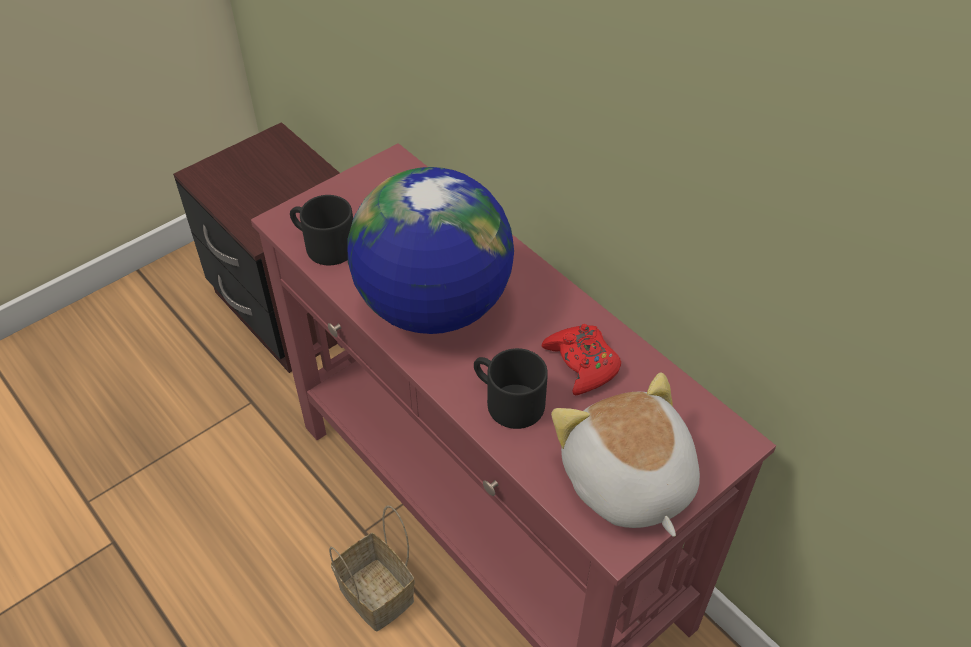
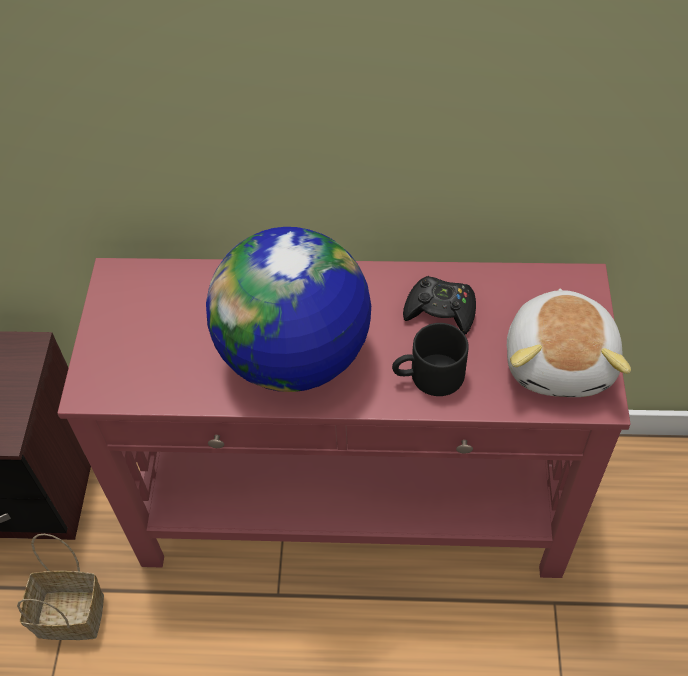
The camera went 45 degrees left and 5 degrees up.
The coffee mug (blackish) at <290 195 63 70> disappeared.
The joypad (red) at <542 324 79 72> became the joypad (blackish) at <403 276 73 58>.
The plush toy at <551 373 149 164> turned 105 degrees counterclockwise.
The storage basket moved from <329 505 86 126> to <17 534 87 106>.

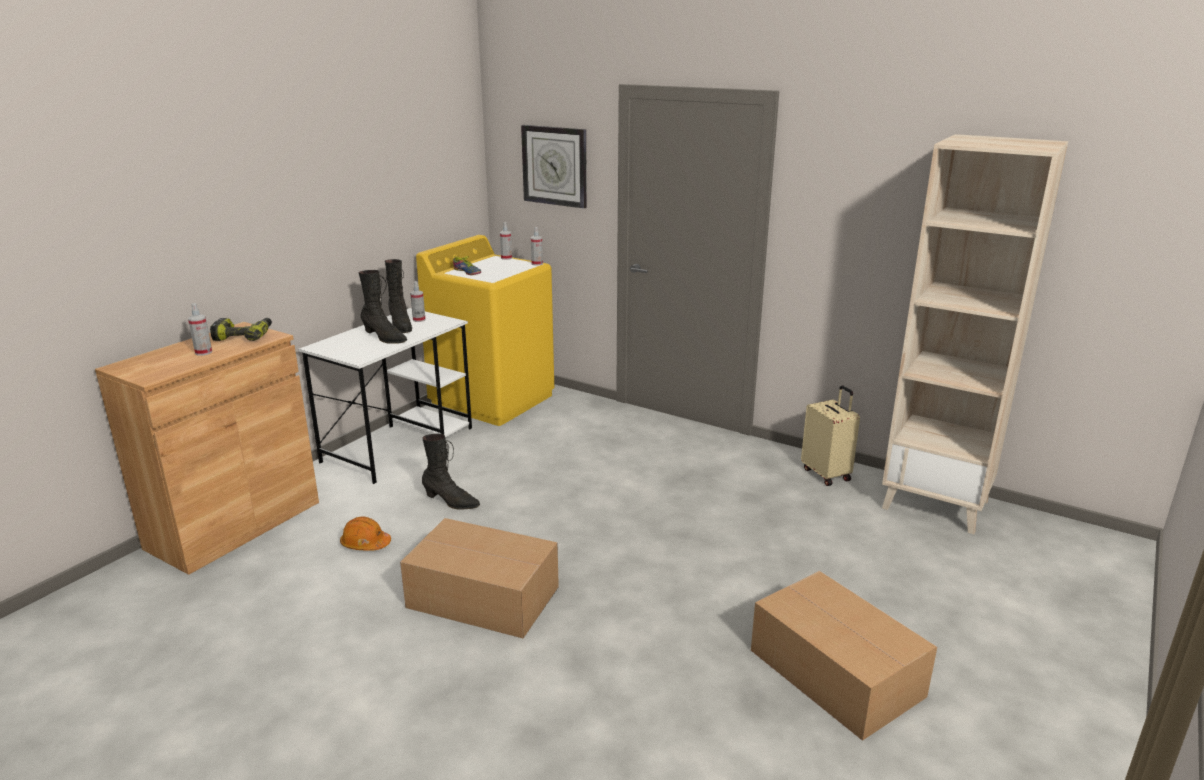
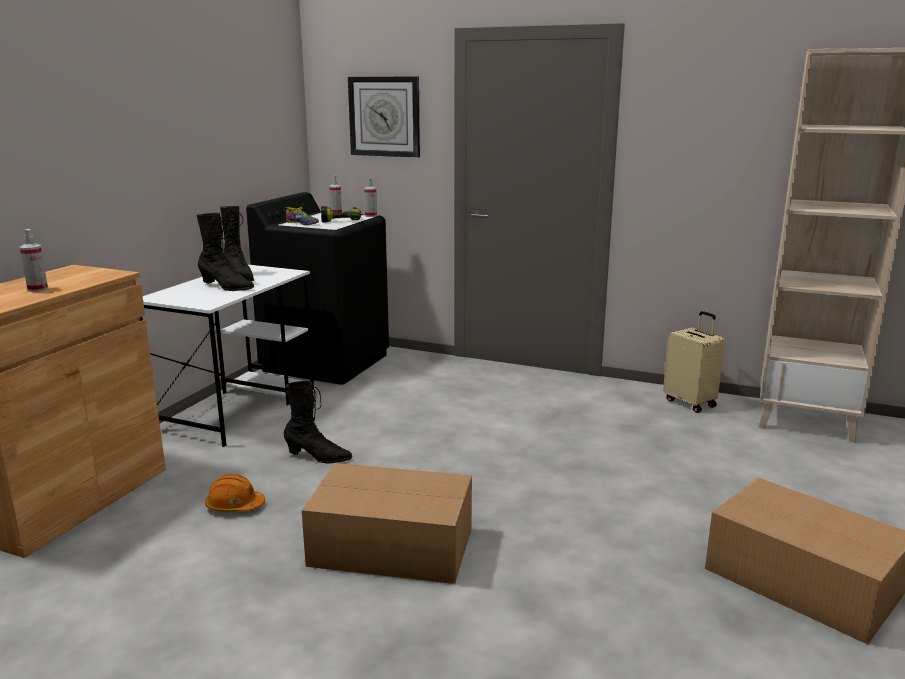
The camera went 10 degrees left and 5 degrees down.
The laundry appliance (yellow-coloured) at <416 235 138 191> became the laundry appliance (blackish) at <246 192 143 193>.
The hand sprayer at <410 281 16 41> disappeared.
The drill moved from <210 318 62 23> to <321 206 40 16>.

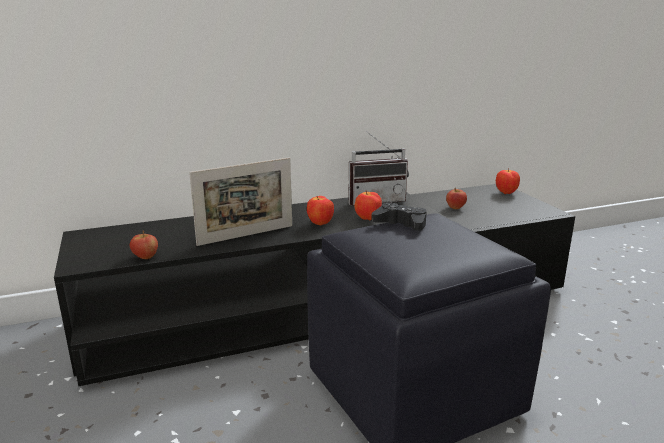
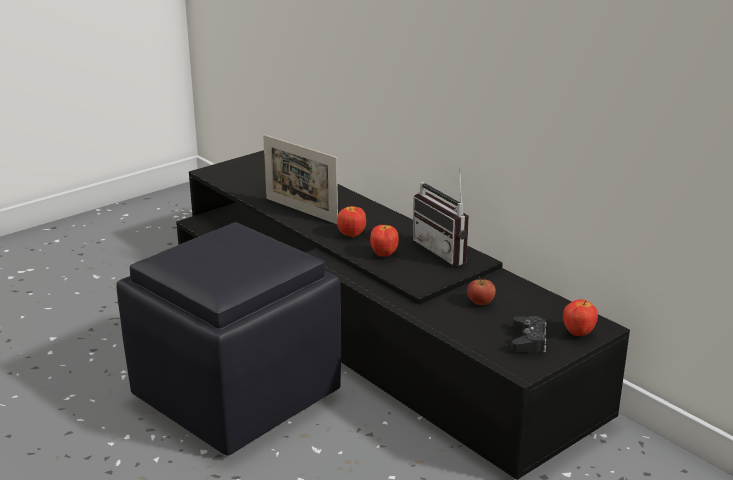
The camera went 70 degrees right and 5 degrees up.
The joypad (blackish) moved from <371 202 56 29> to <511 316 35 38>.
The apple fruit at <130 230 28 29> disappeared.

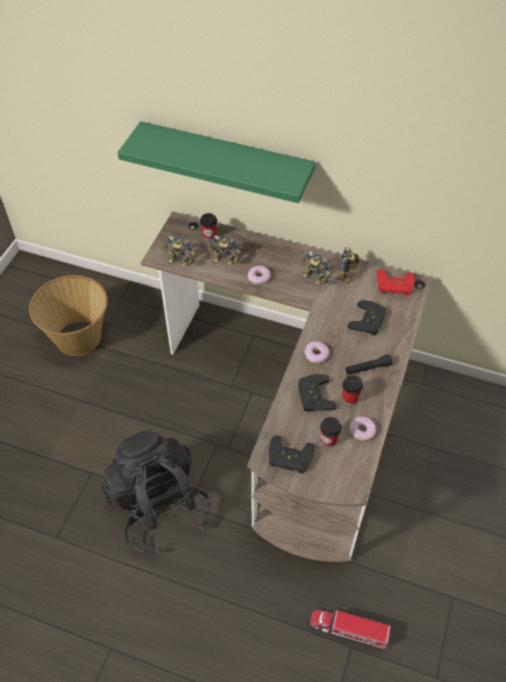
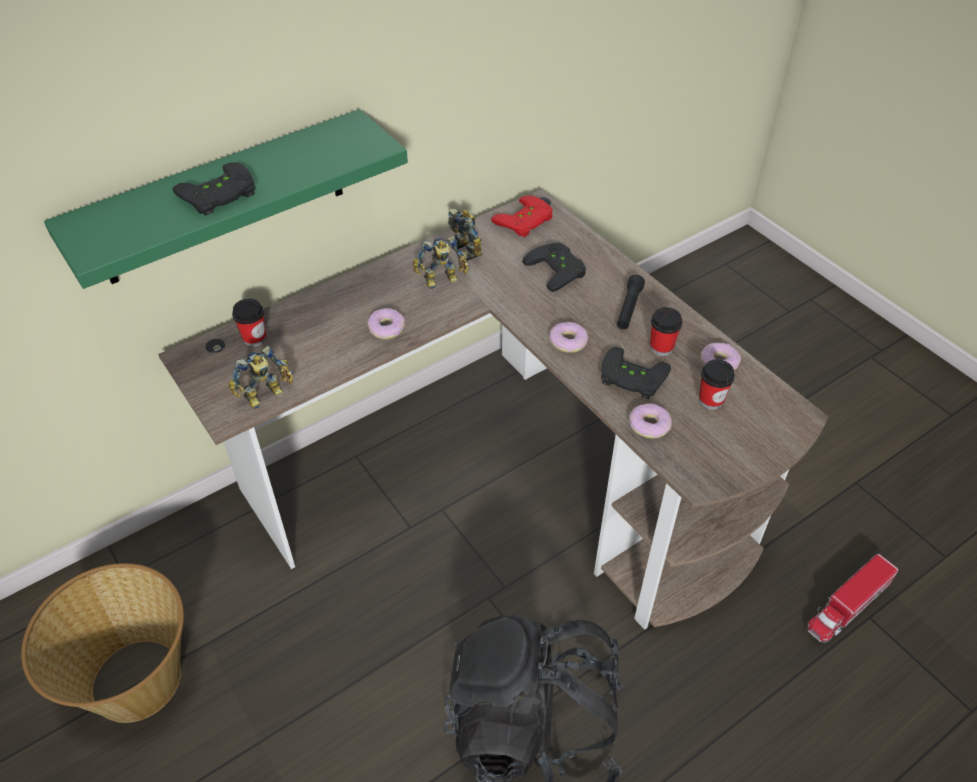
The camera went 55 degrees left and 5 degrees down.
The model robot at <207 235 34 30> disappeared.
The joypad (blackish) moved from <269 435 46 39> to <173 162 82 54>.
The donut at <629 403 43 35> appeared.

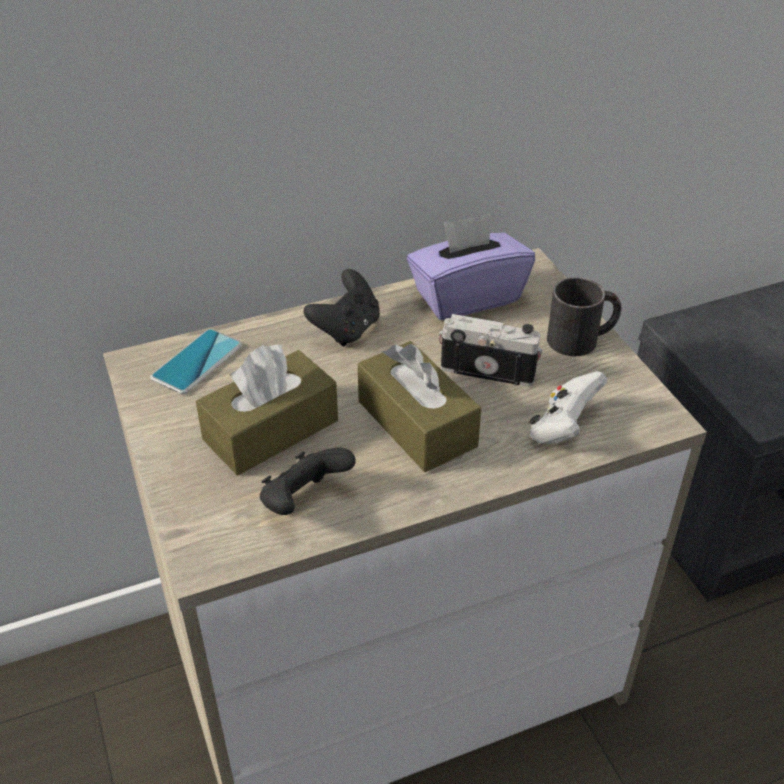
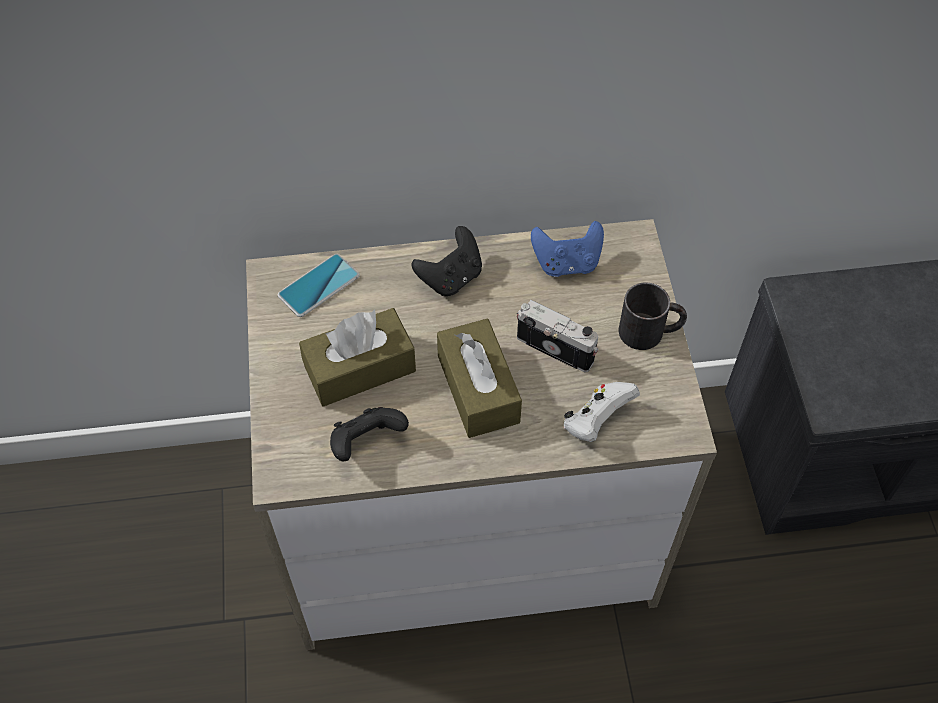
The camera went 15 degrees right and 15 degrees up.
The tissue holder (purple) at <407 214 128 106> was replaced by the joypad (bluish) at <531 221 73 56>.

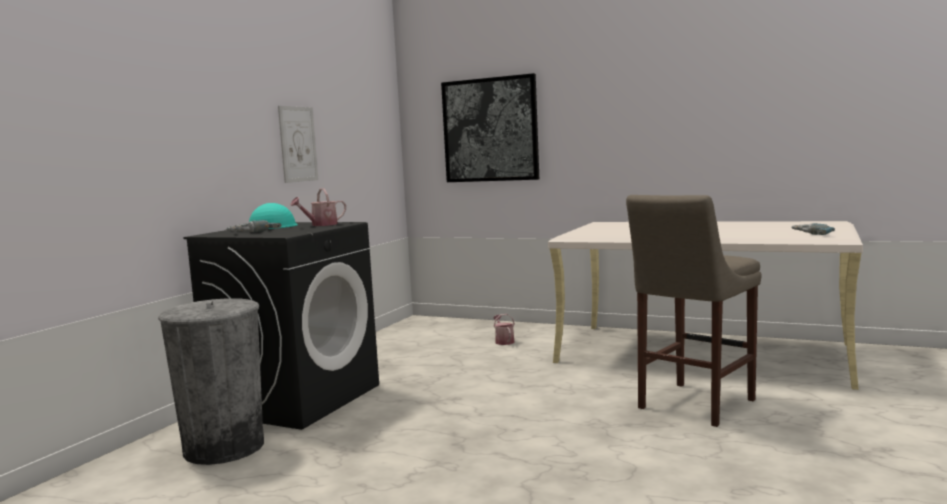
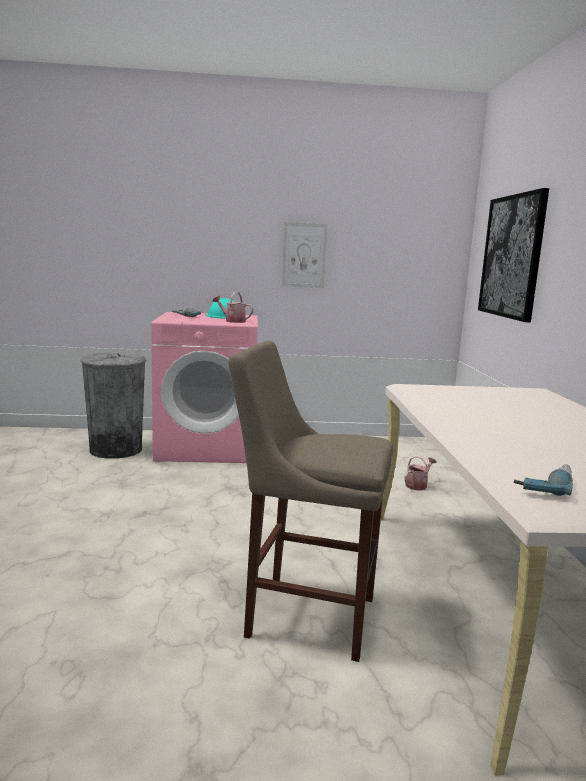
The camera went 60 degrees right and 5 degrees up.
The laundry appliance (blackish) at <183 222 196 208> became the laundry appliance (pink) at <151 312 107 151>.

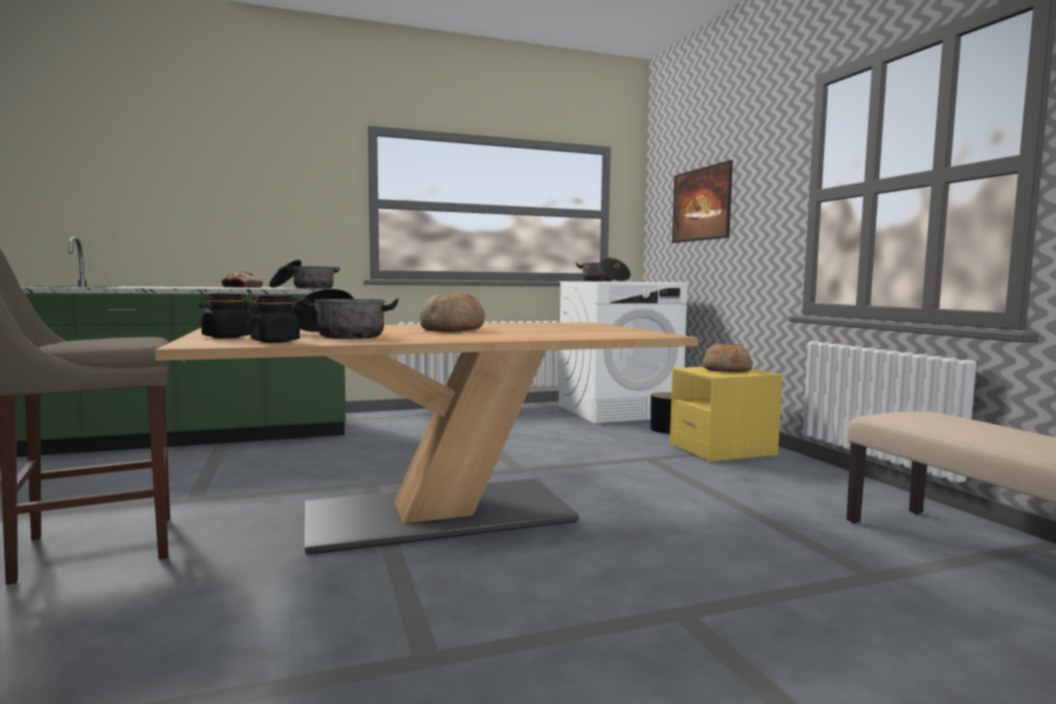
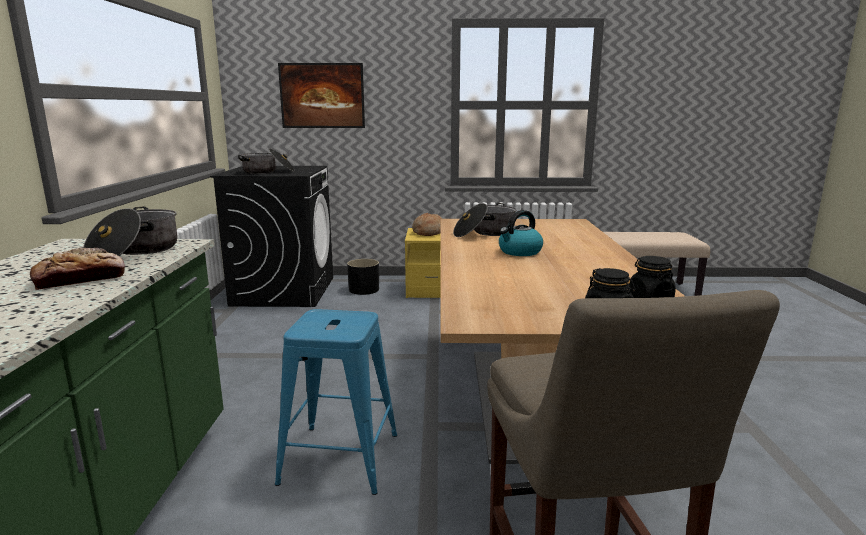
The camera went 70 degrees left and 10 degrees up.
The laundry appliance (white-coloured) at <559 281 129 142> became the laundry appliance (blackish) at <210 166 123 141>.
The cooking pot moved from <292 288 107 51> to <453 203 64 34>.
The baked bread at <420 293 65 39> was replaced by the water kettle at <499 210 44 46>.
The stool (bluish) at <275 309 122 186> appeared.

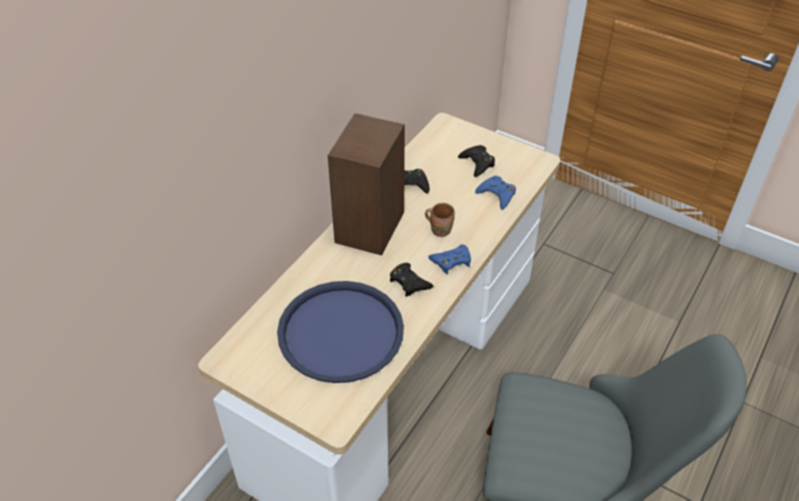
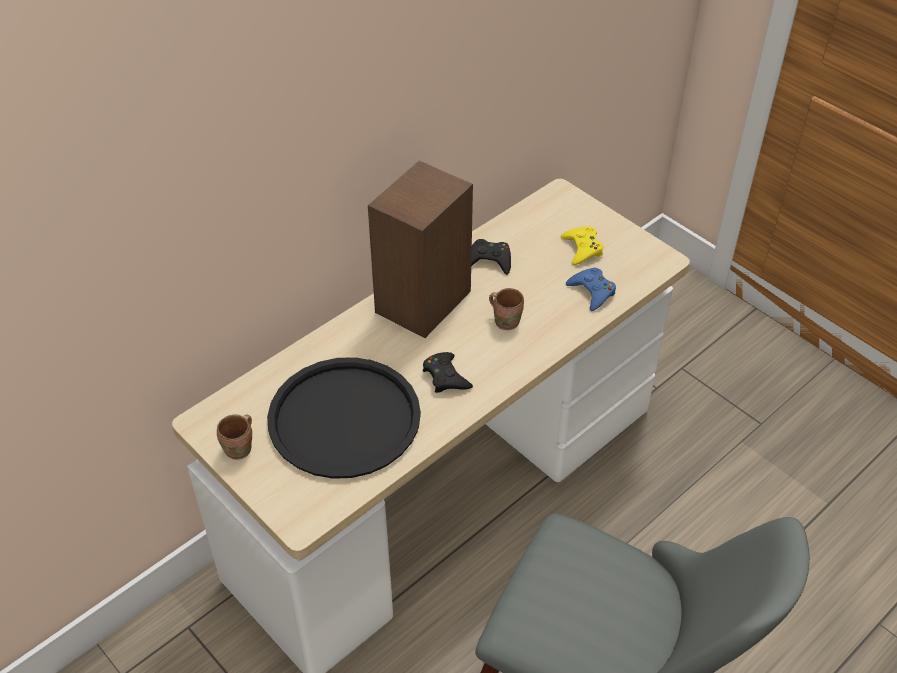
The camera went 15 degrees right and 0 degrees up.
The joypad (blackish) at <458 145 37 32> became the joypad (yellow-coloured) at <561 226 42 39>.
The joypad (bluish) at <428 244 43 30> disappeared.
The serving tray (bluish) at <277 281 127 102> became the serving tray (blackish) at <267 357 154 122>.
The coffee mug (brown-coloured) at <217 414 35 46> appeared.

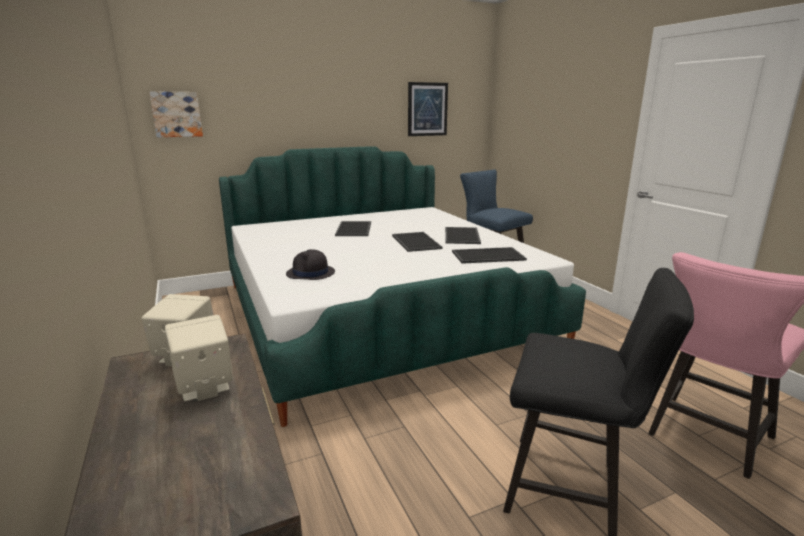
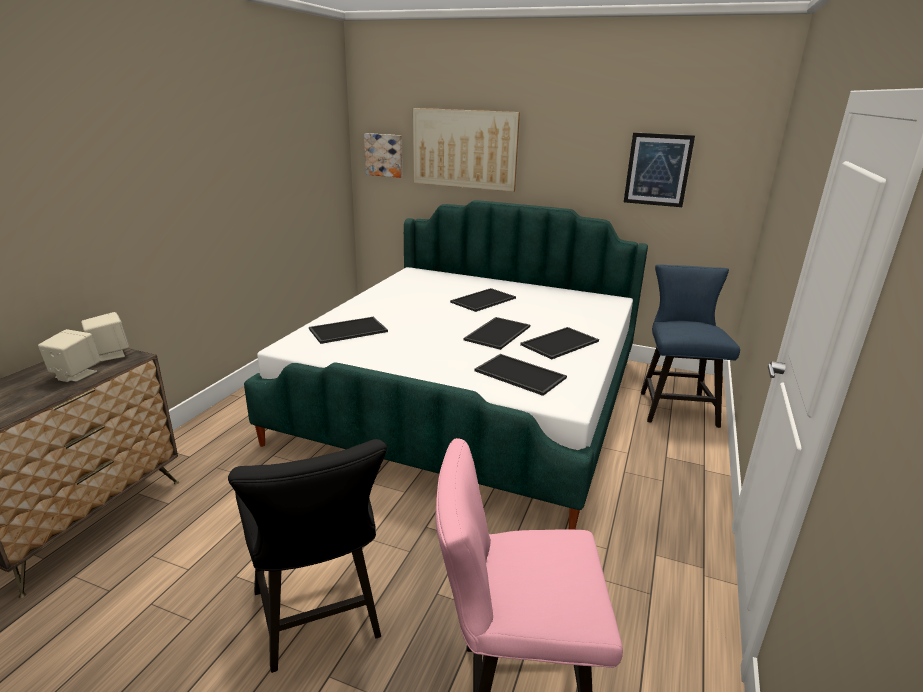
The camera went 45 degrees right and 5 degrees up.
The hat (blackish) at <286 249 49 31> was replaced by the serving tray at <309 317 79 27>.
The picture at <413 108 107 84> appeared.

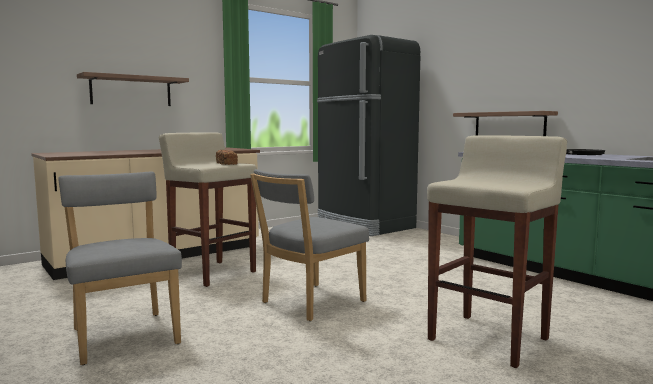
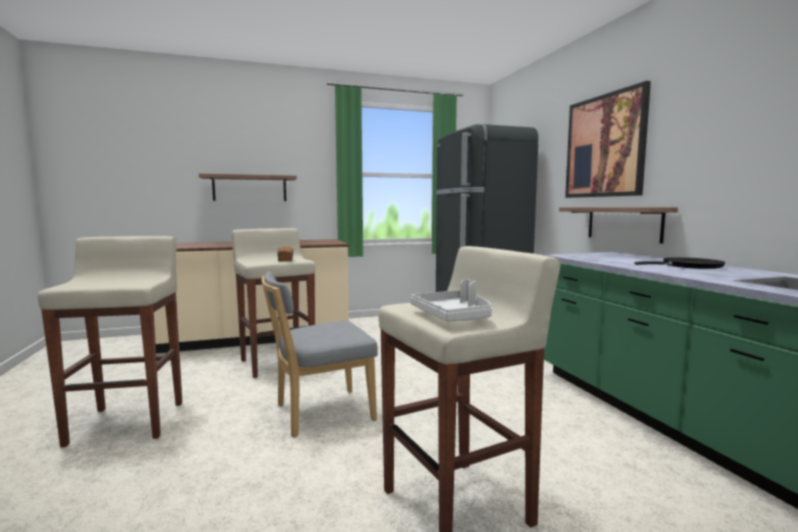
The camera went 20 degrees right and 0 degrees up.
The chair (grey) at <58 172 124 193> was replaced by the stool (beige-coloured) at <38 236 144 211>.
The picture at <565 81 86 117> appeared.
The serving tray (grey) at <410 279 82 43> appeared.

